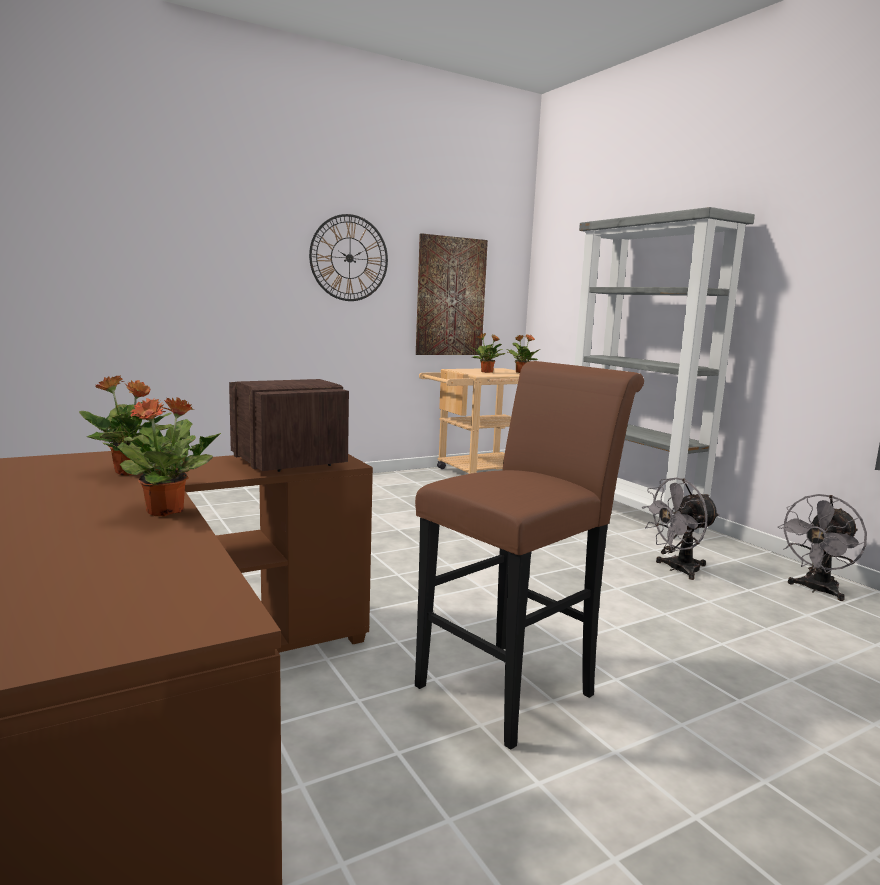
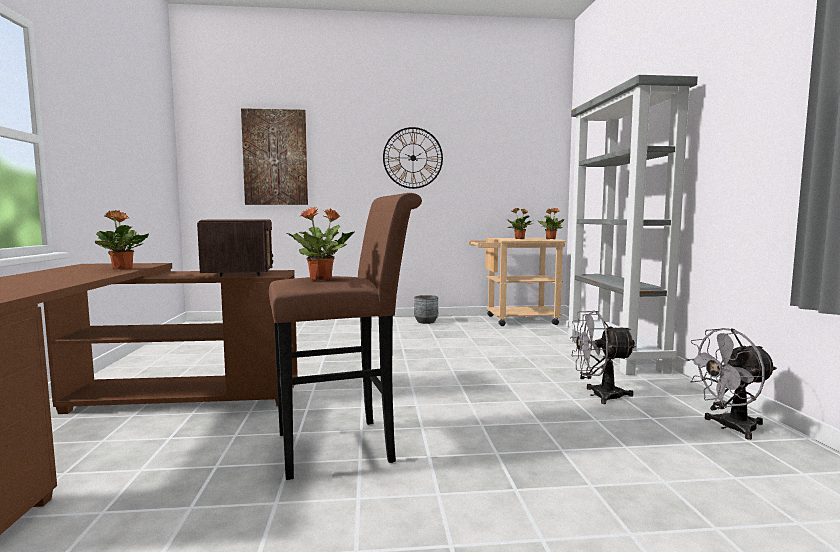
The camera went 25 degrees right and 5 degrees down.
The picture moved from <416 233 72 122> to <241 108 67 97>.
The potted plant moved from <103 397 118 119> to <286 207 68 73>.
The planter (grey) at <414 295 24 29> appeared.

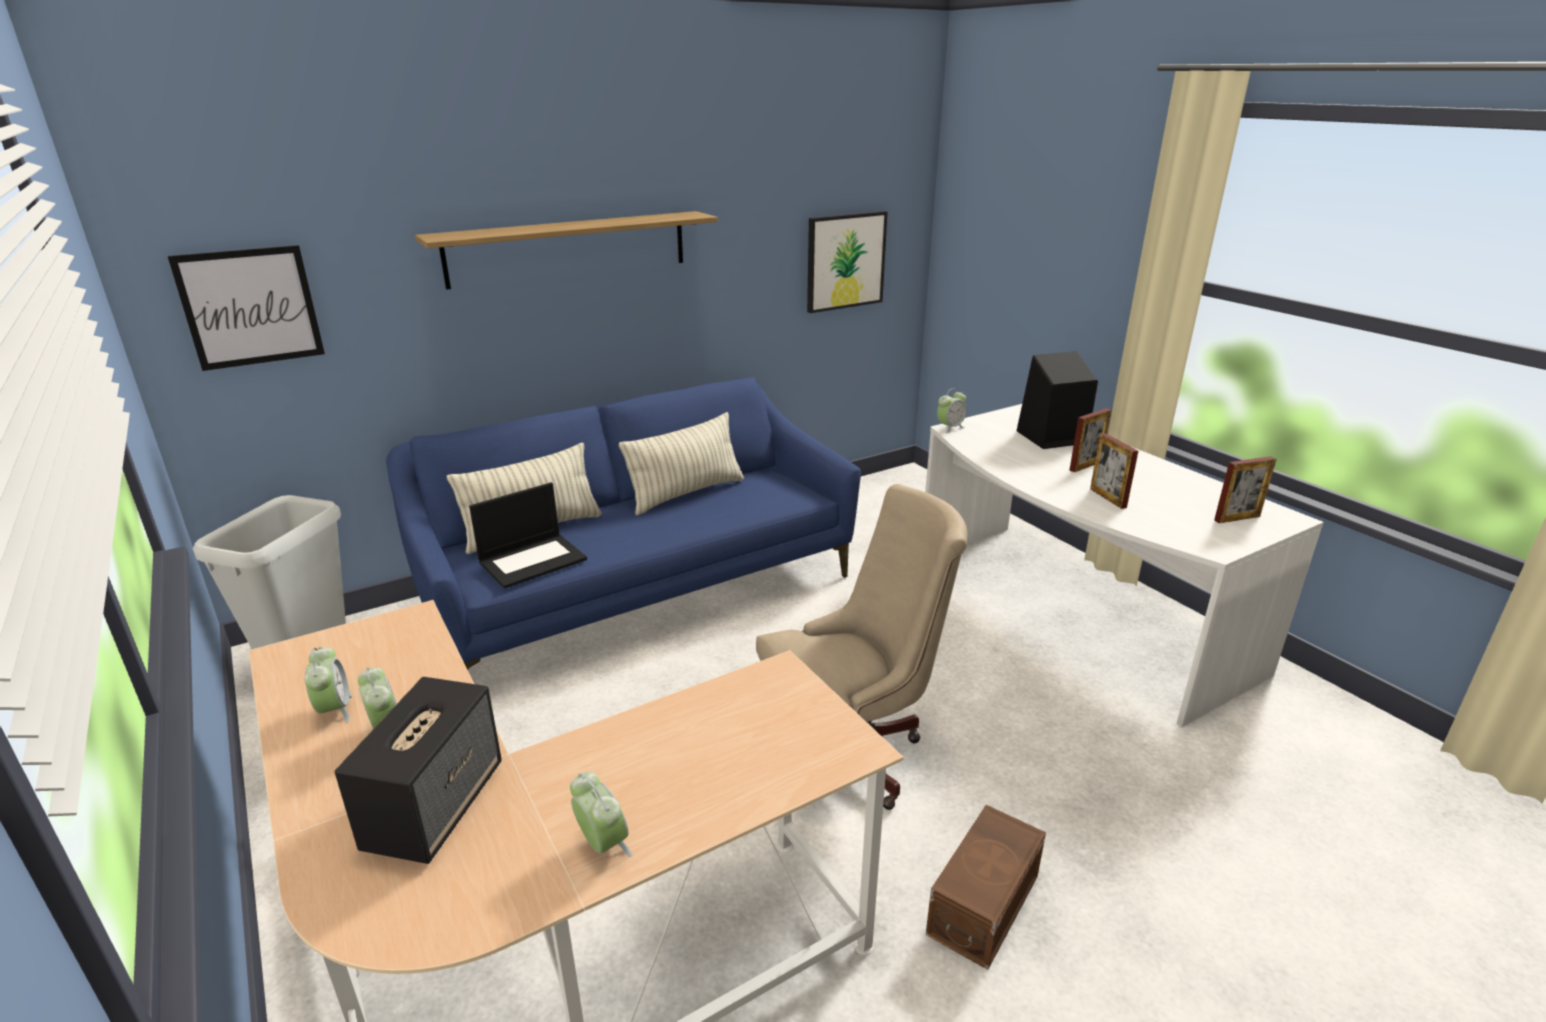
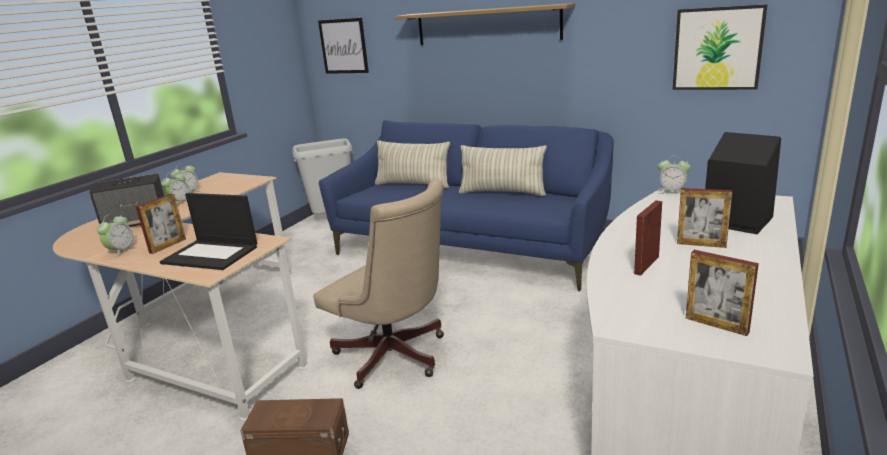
The camera went 60 degrees right and 5 degrees down.
The portable computer moved from <469 482 118 106> to <160 193 97 77>.
The photo frame at <136 194 50 60> appeared.

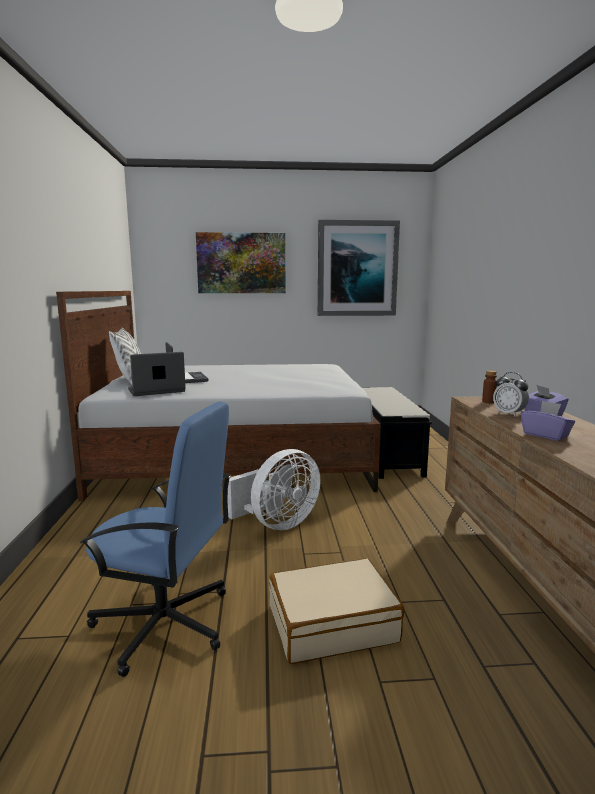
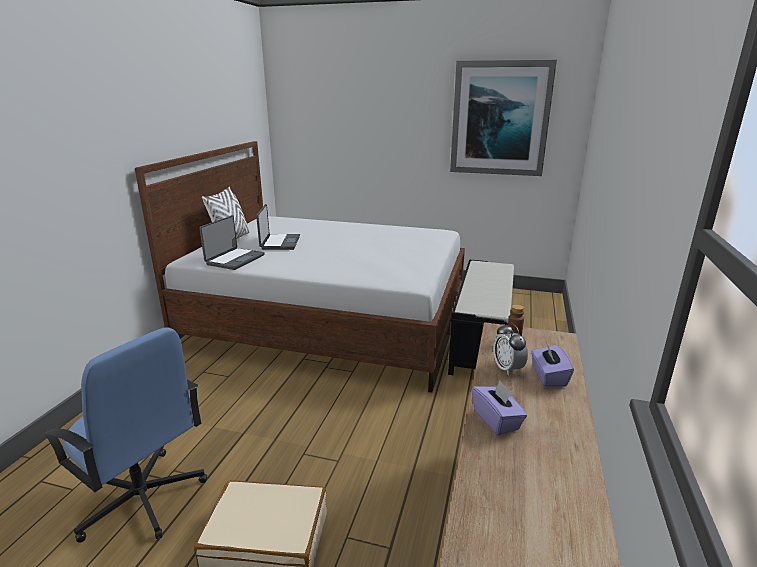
The camera went 20 degrees right and 10 degrees up.
The picture at <196 232 89 61> disappeared.
The portable computer at <128 352 58 44> turned 120 degrees clockwise.
The cooling fan (white-coloured) at <228 449 93 81> disappeared.

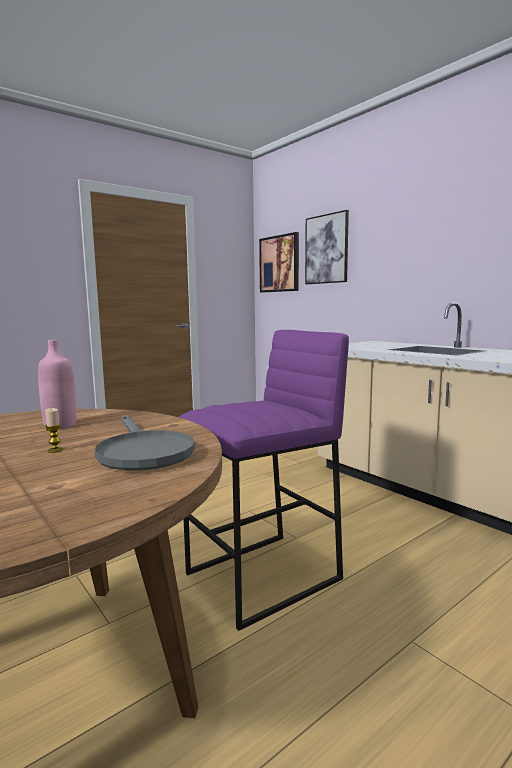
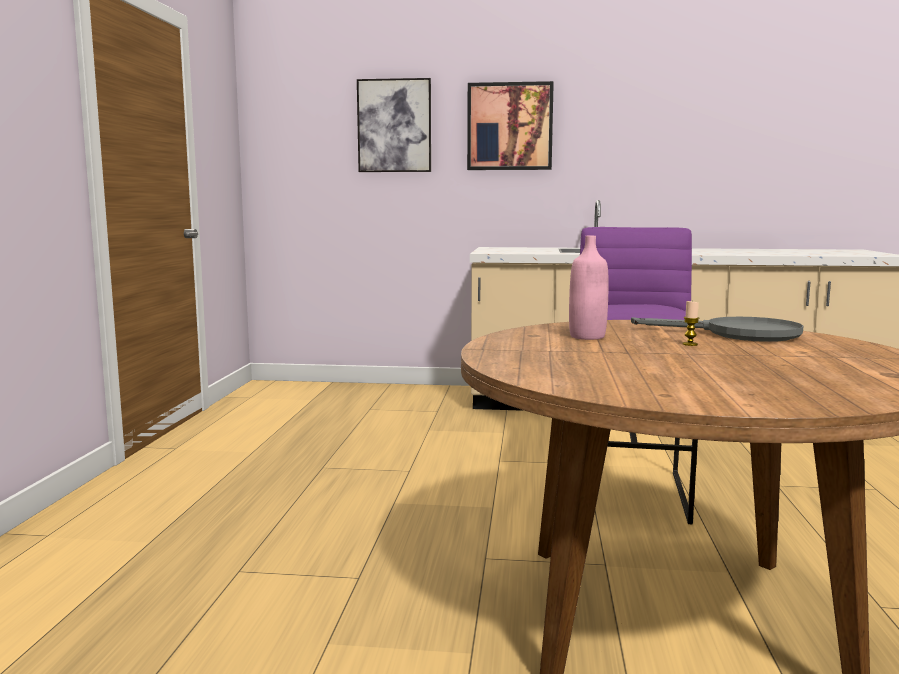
The camera went 45 degrees left and 0 degrees up.
The picture moved from <259 232 40 60> to <467 81 87 89>.

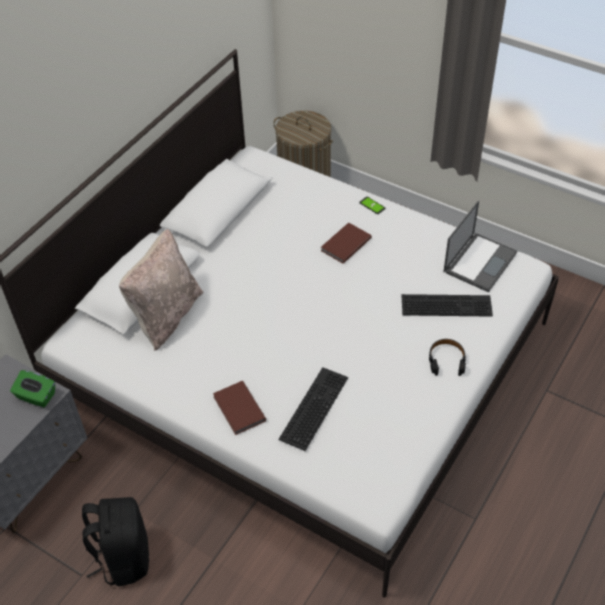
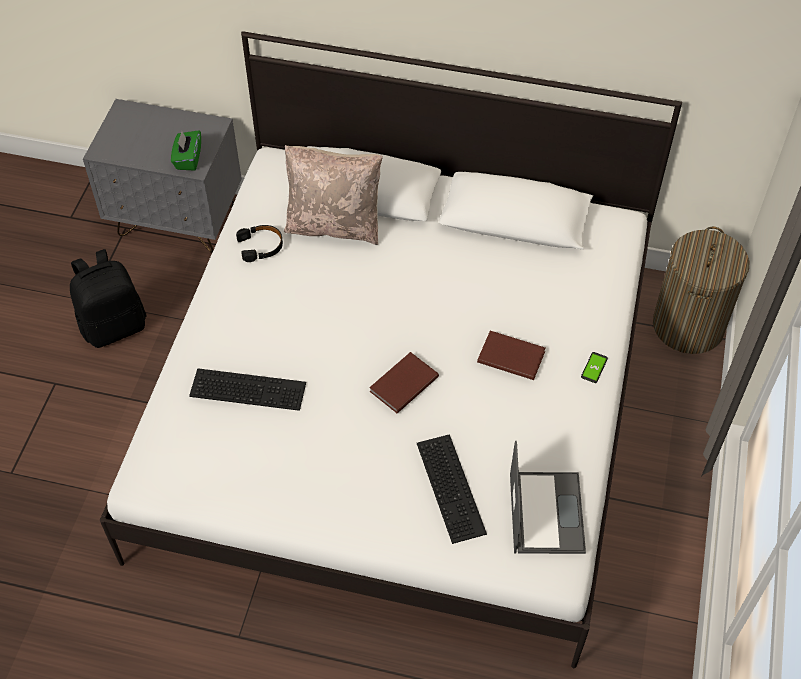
The camera went 70 degrees right and 5 degrees up.
The portable computer at <443 200 74 92> turned 105 degrees counterclockwise.
The headset (blackish) moved from <429 339 37 37> to <236 225 47 37>.
The book (brown-coloured) moved from <213 381 53 54> to <369 352 70 61>.

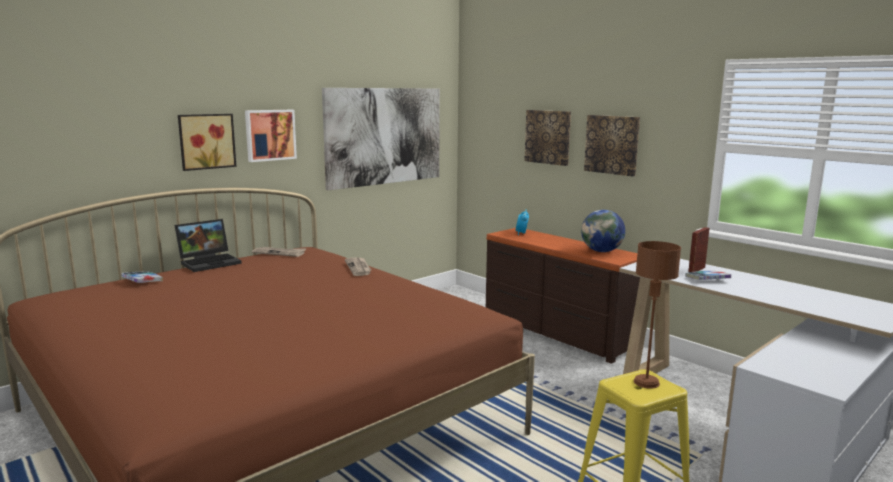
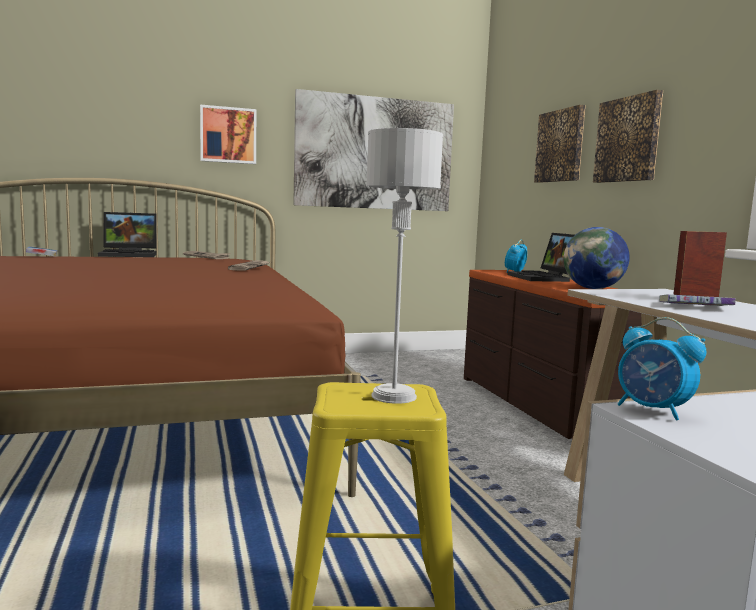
The camera went 25 degrees right and 5 degrees down.
The picture at <178 114 59 57> disappeared.
The table lamp (brown-coloured) at <634 241 47 148> became the table lamp (grey) at <366 128 77 276>.
The portable computer at <507 233 67 49> appeared.
The table clock at <618 317 89 104> appeared.

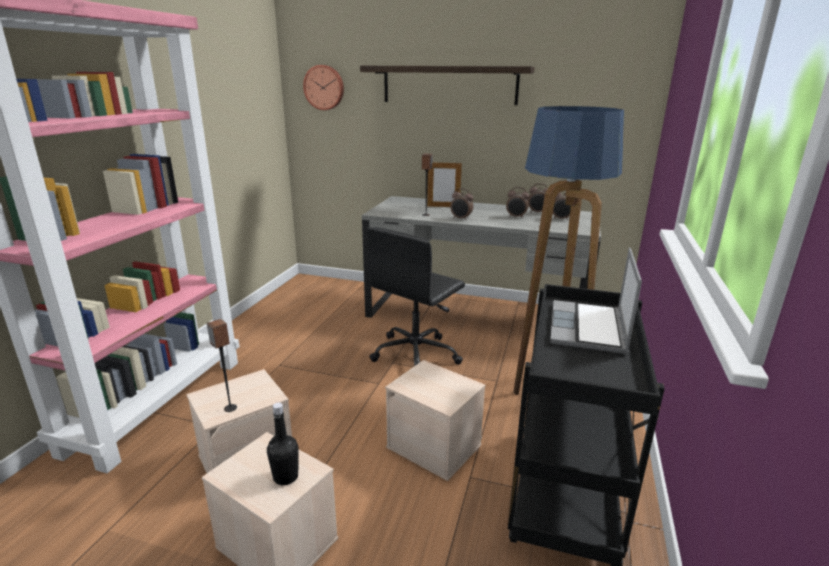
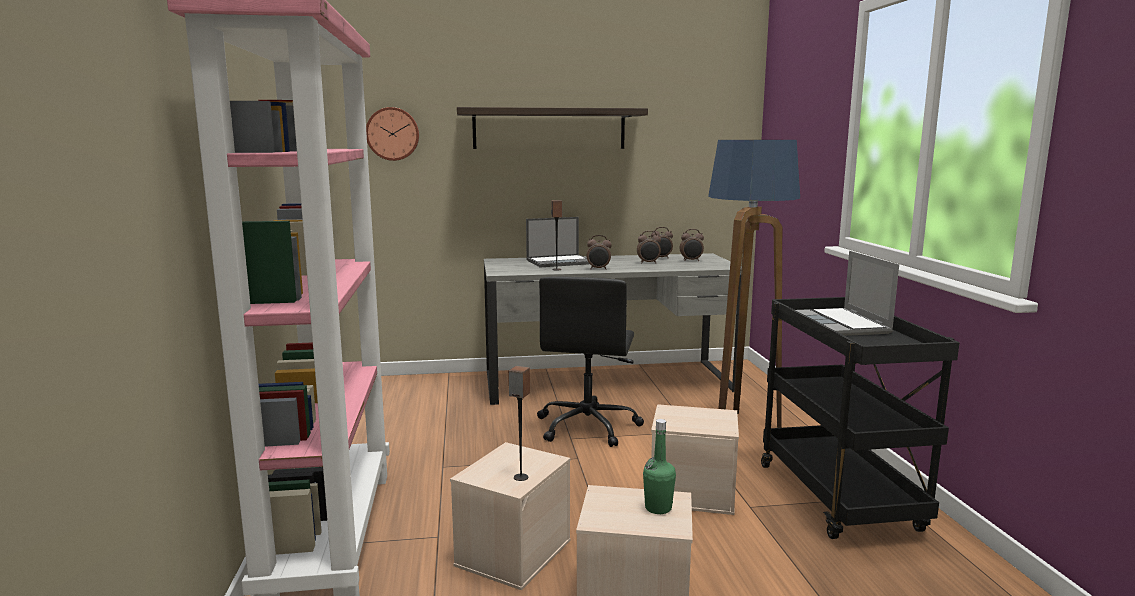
The camera went 25 degrees left and 10 degrees down.
The photo frame at <427 161 35 46> was replaced by the portable computer at <526 217 63 50>.
The beverage bottle (blackish) at <267 403 31 82> became the beverage bottle (greenish) at <643 419 33 95>.

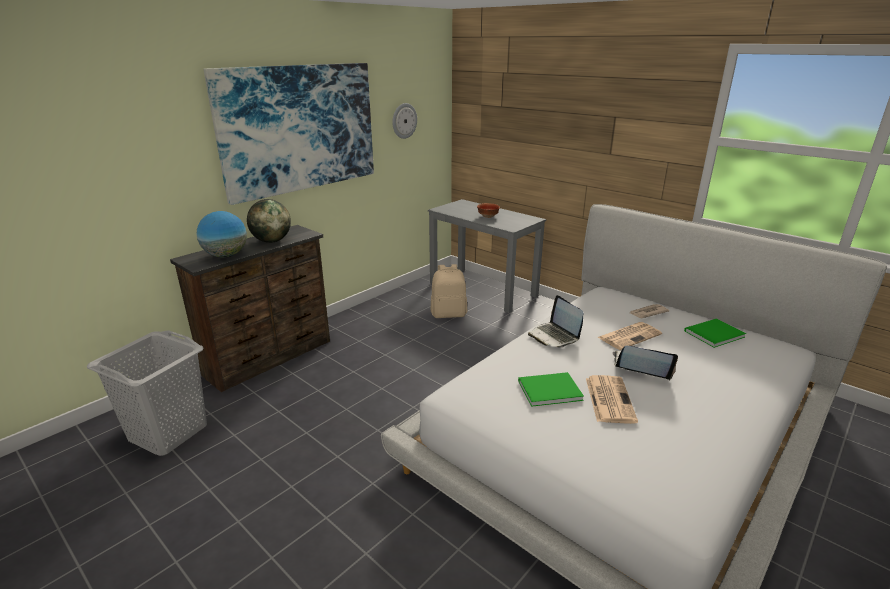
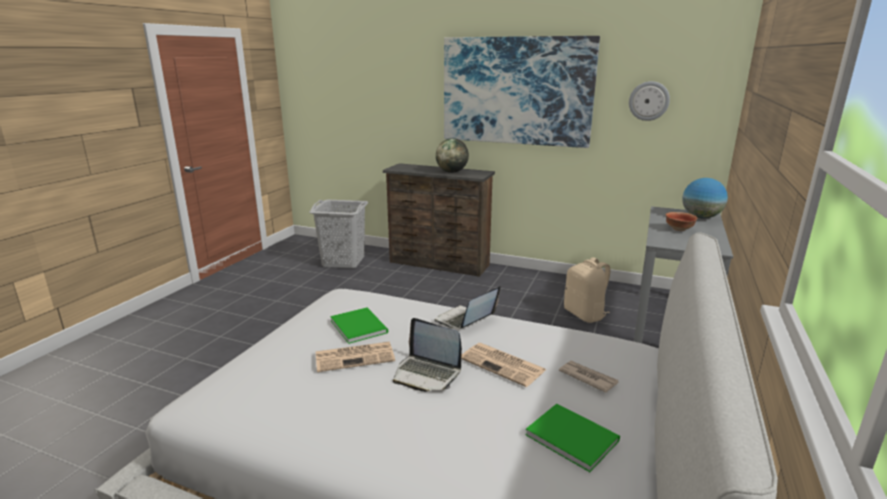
The camera went 70 degrees right and 5 degrees down.
The desk globe moved from <197 211 50 47> to <682 178 46 40>.
The portable computer at <612 346 66 34> turned 120 degrees clockwise.

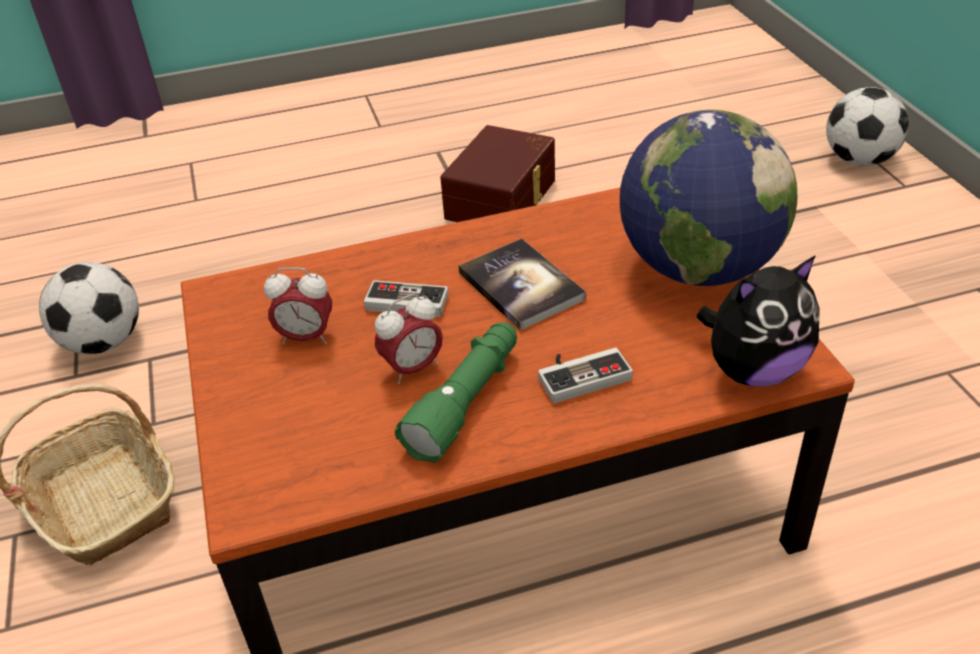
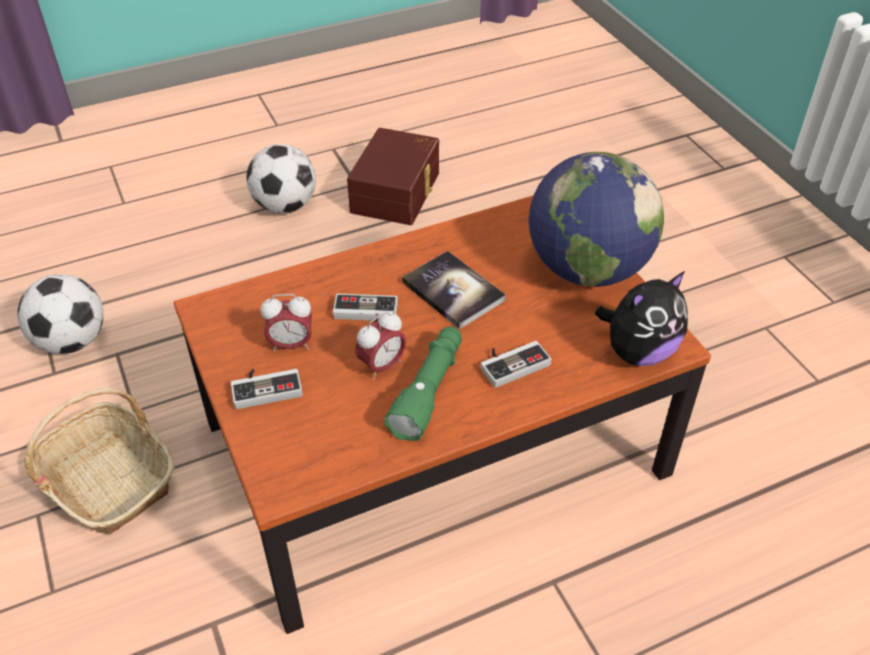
The camera went 10 degrees left and 5 degrees up.
The football moved from <826 87 83 79> to <246 144 70 69>.
The joypad at <231 369 72 40> appeared.

